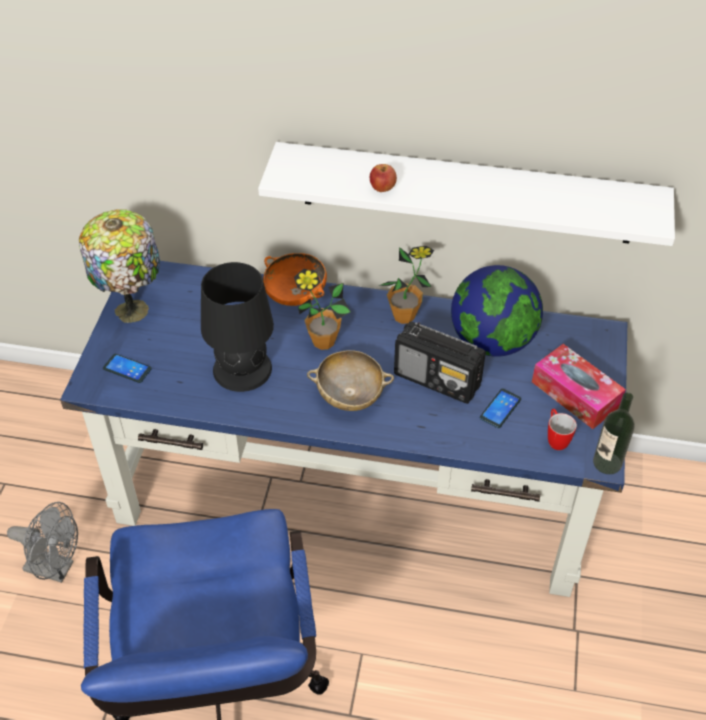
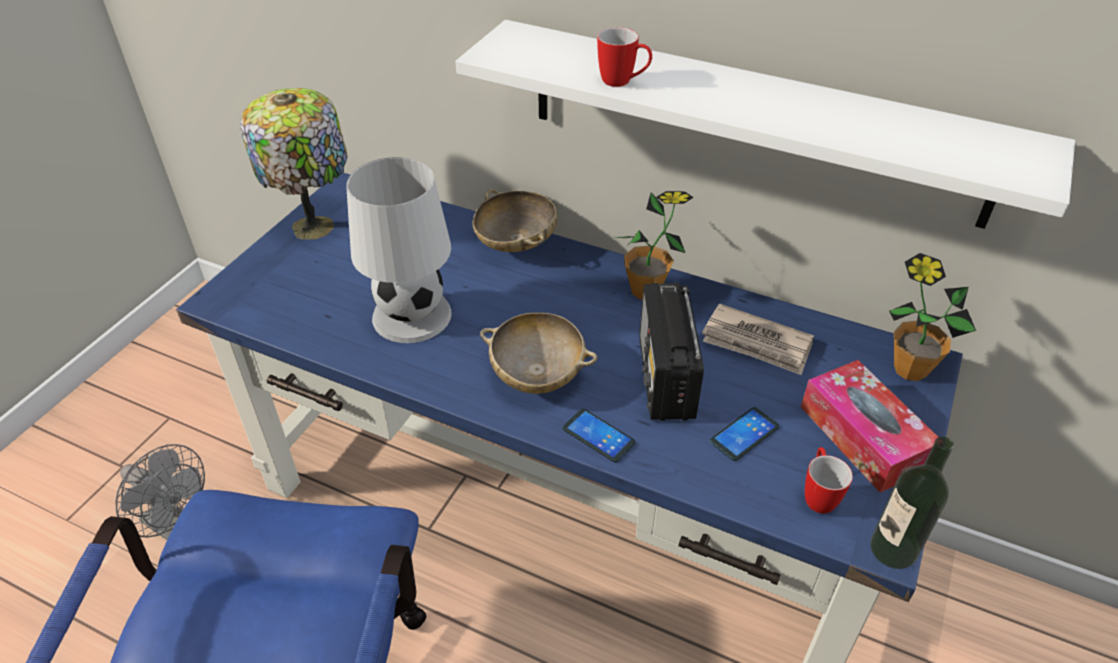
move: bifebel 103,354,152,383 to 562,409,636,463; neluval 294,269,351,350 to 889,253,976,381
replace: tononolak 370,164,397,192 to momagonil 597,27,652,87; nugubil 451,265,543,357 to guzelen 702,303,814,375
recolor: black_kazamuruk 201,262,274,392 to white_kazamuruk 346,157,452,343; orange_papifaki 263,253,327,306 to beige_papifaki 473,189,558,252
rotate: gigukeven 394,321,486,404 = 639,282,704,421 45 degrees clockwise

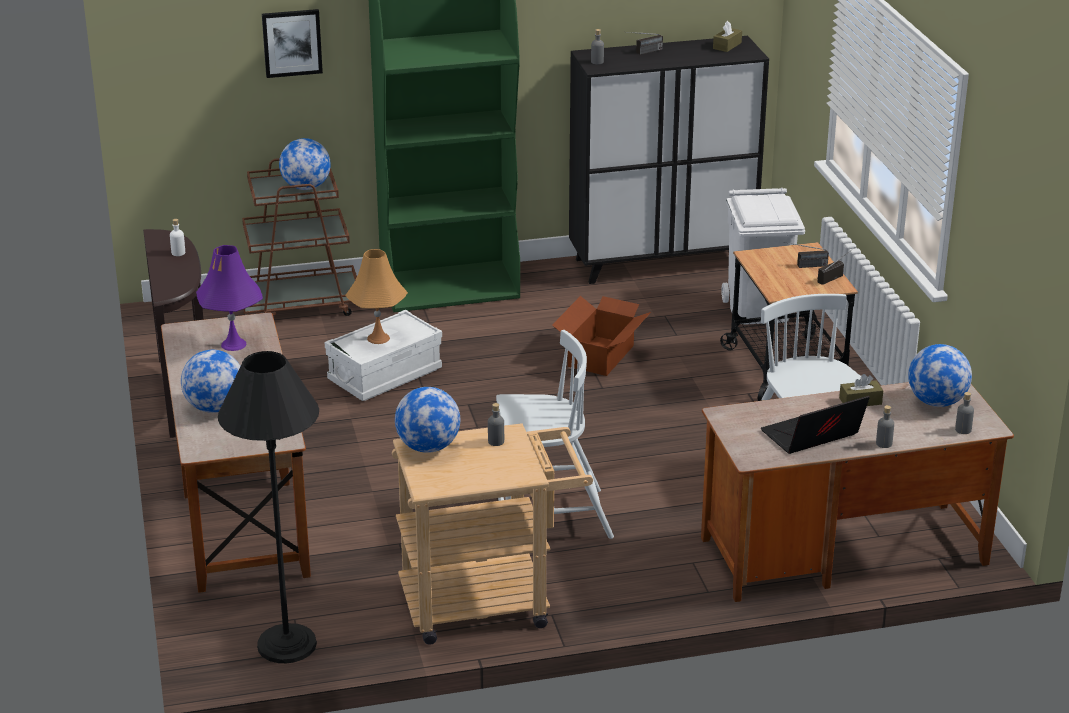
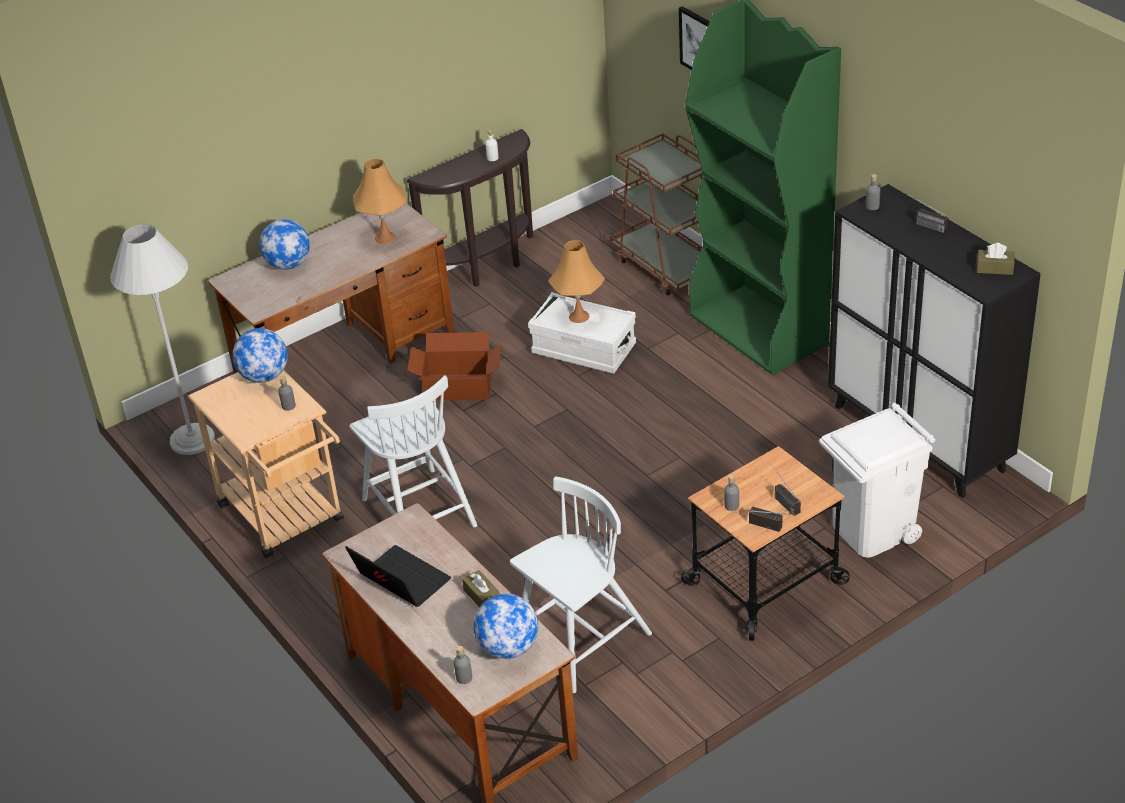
delete: nugubil 279,138,331,190
move: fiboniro 552,296,651,376 to 407,332,502,400; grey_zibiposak 876,405,894,448 to 724,475,739,511
recolor: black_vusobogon 218,351,319,663 to white_vusobogon 110,224,215,455; purple_kazamuruk 196,245,263,351 to orange_kazamuruk 353,158,406,244

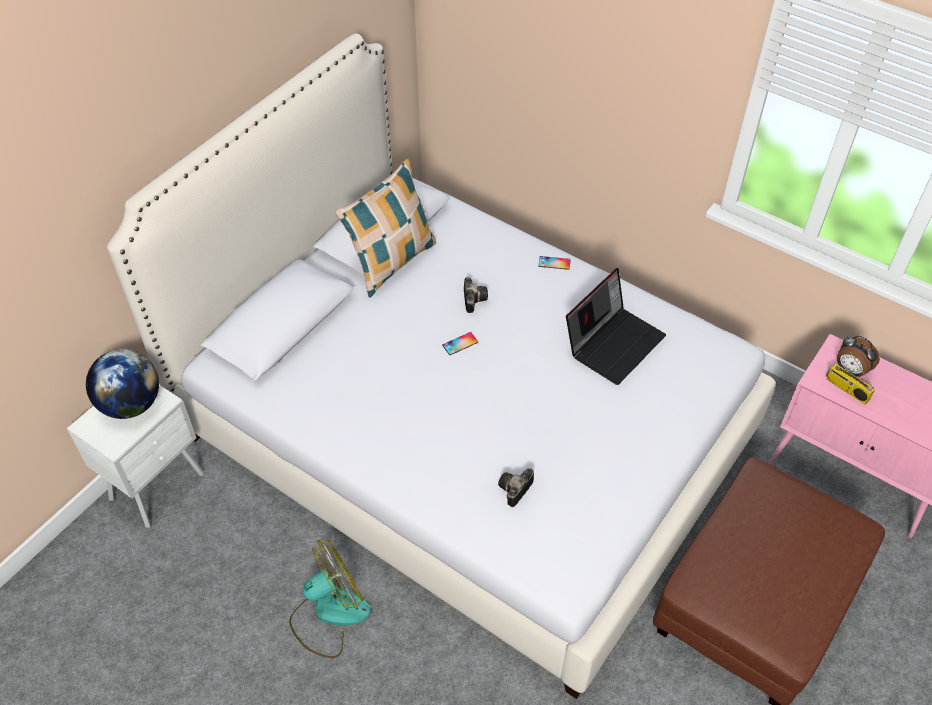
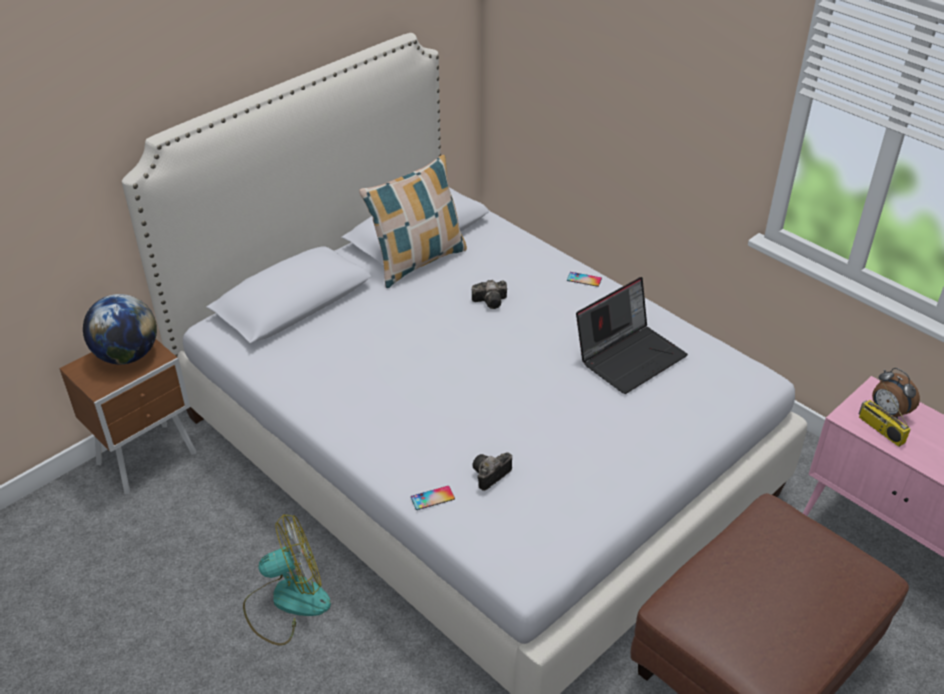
move: bifebel 443,332,478,355 to 411,486,455,510
recolor: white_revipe 67,385,204,528 to brown_revipe 59,339,196,495
rotate: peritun 464,277,488,313 = 472,280,507,309 75 degrees clockwise

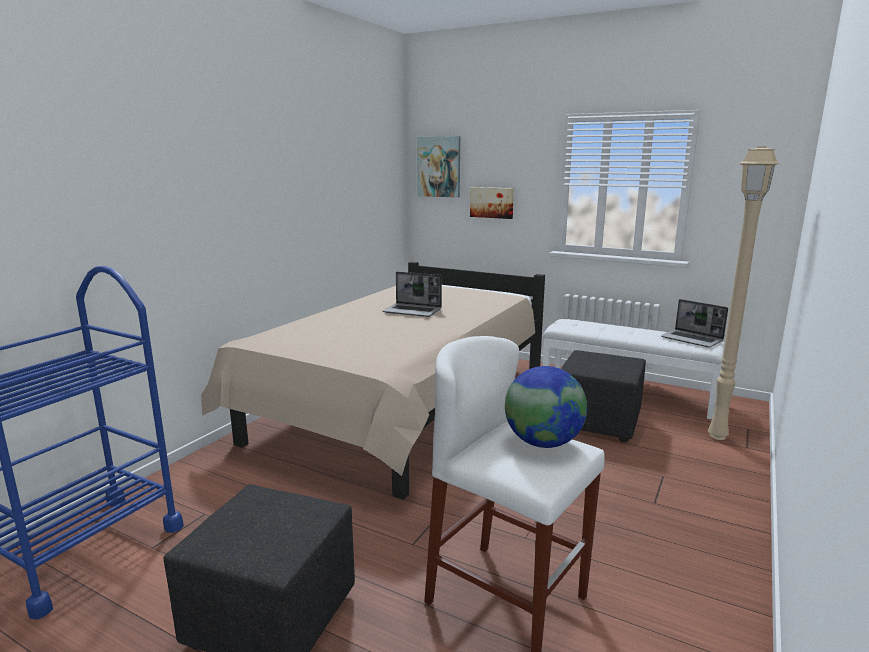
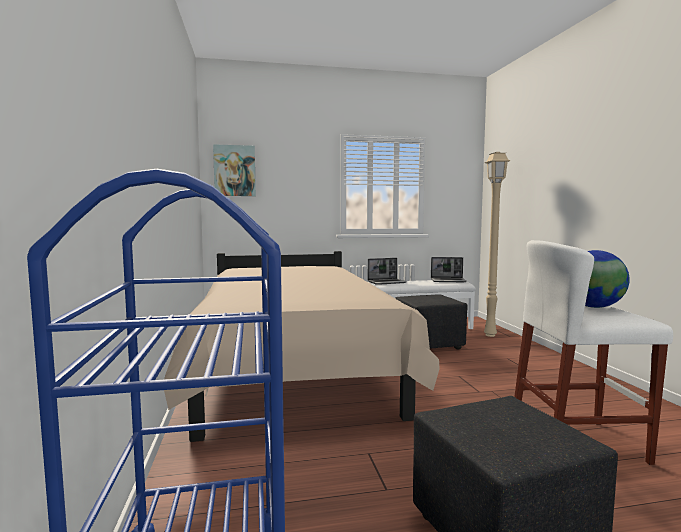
delete: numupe 470,187,514,219
move: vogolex 383,272,442,317 to 368,258,407,285

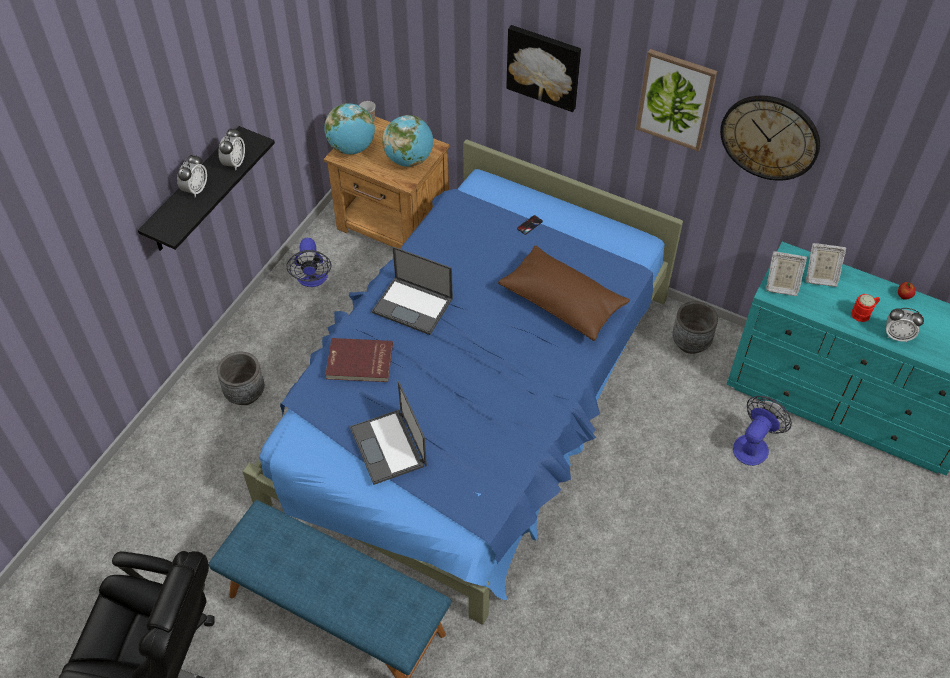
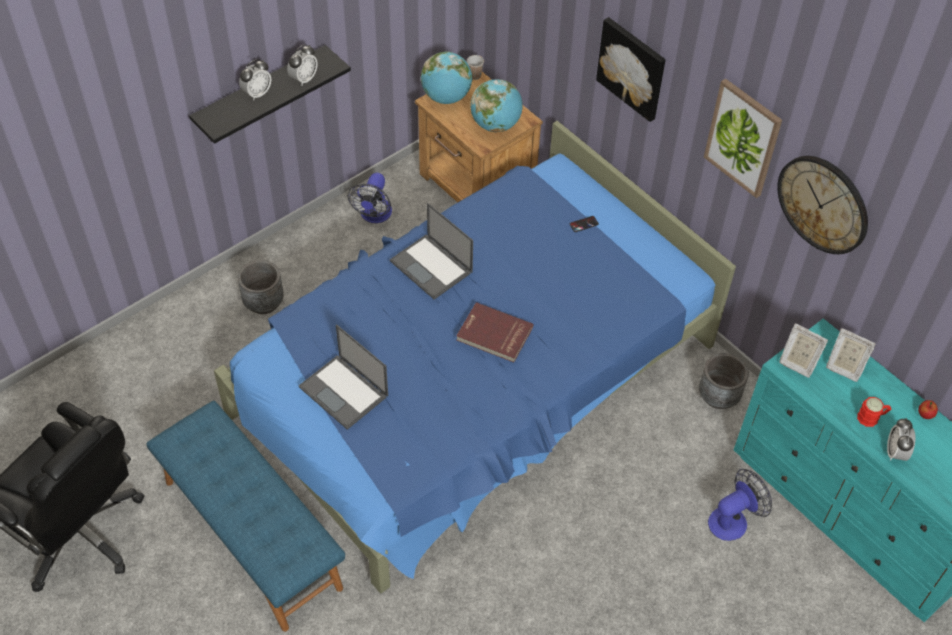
delete: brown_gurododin 498,245,630,341
move: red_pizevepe 325,338,393,382 to 456,302,533,362
rotate: vogolex 350,381,427,485 = 299,324,388,430 45 degrees counterclockwise; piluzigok 886,308,924,342 = 887,418,915,461 60 degrees clockwise

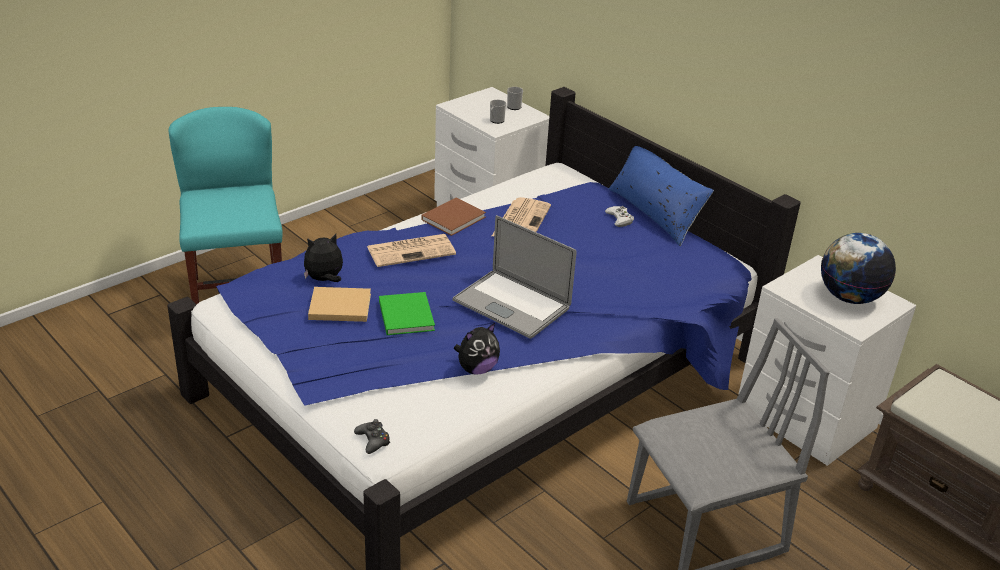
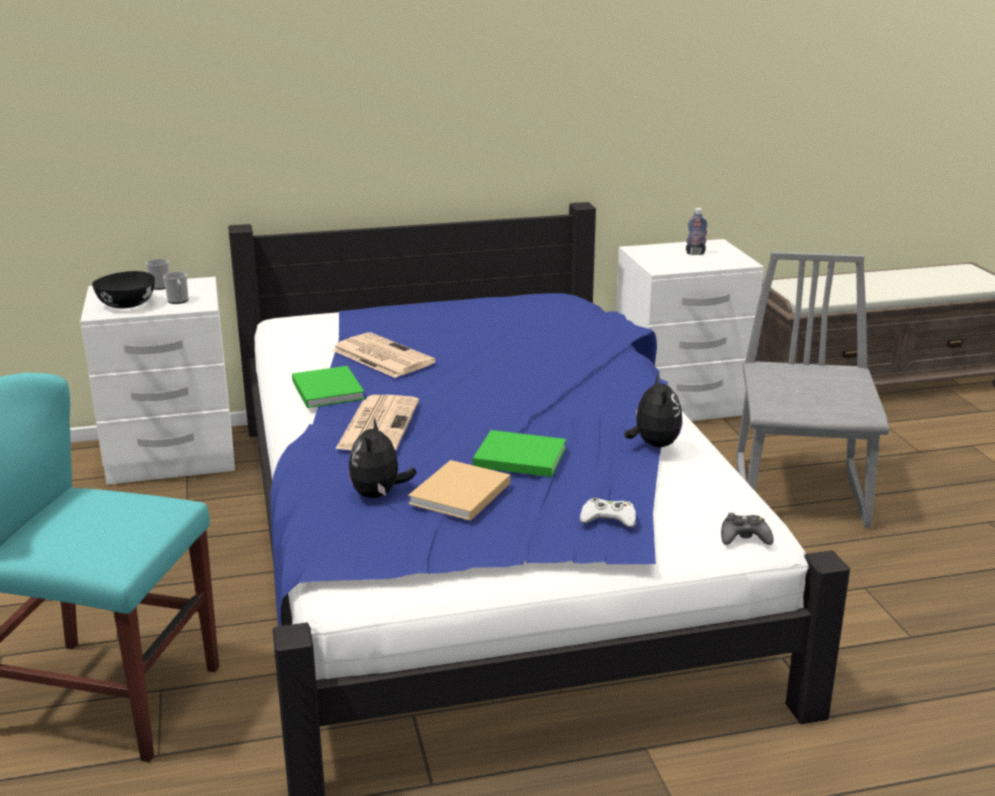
delete: vogolex 453,215,577,339; blue_gurododin 609,146,714,246
insert: black_papifaki 92,271,155,308
move: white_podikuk 605,206,634,227 to 580,497,636,527
replace: nugubil 821,233,896,304 to zibiposak 686,208,708,255
recolor: brown_pizevepe 421,198,486,236 to green_pizevepe 292,366,365,408

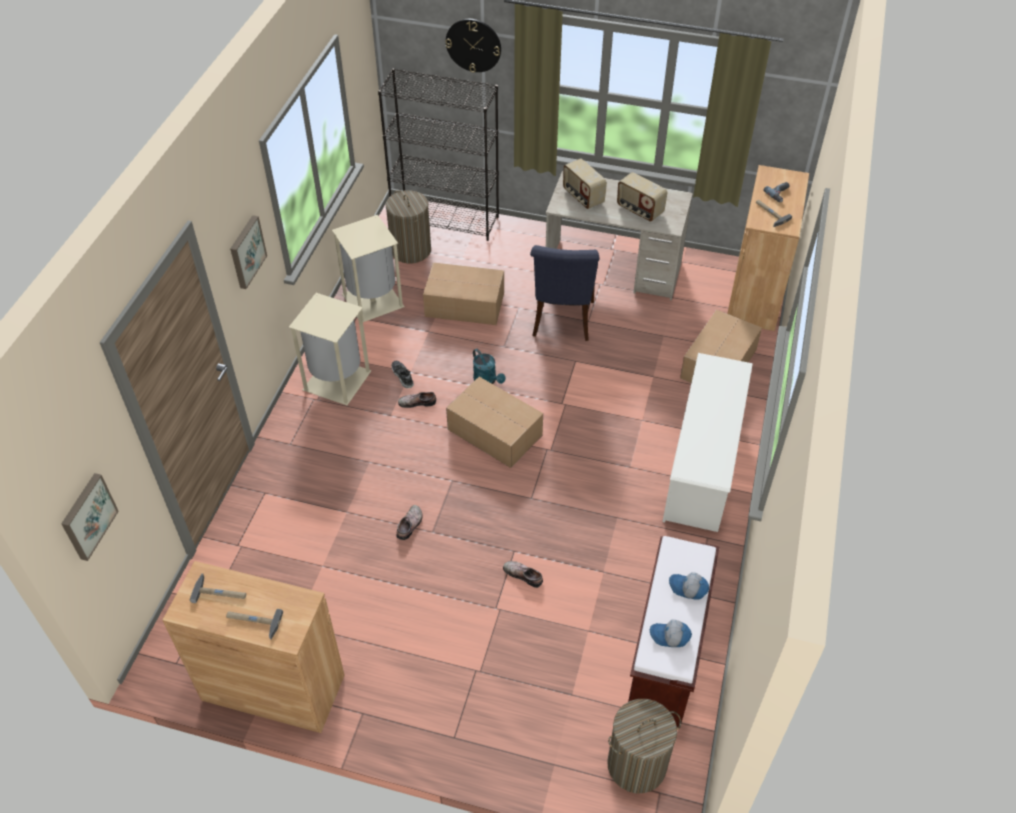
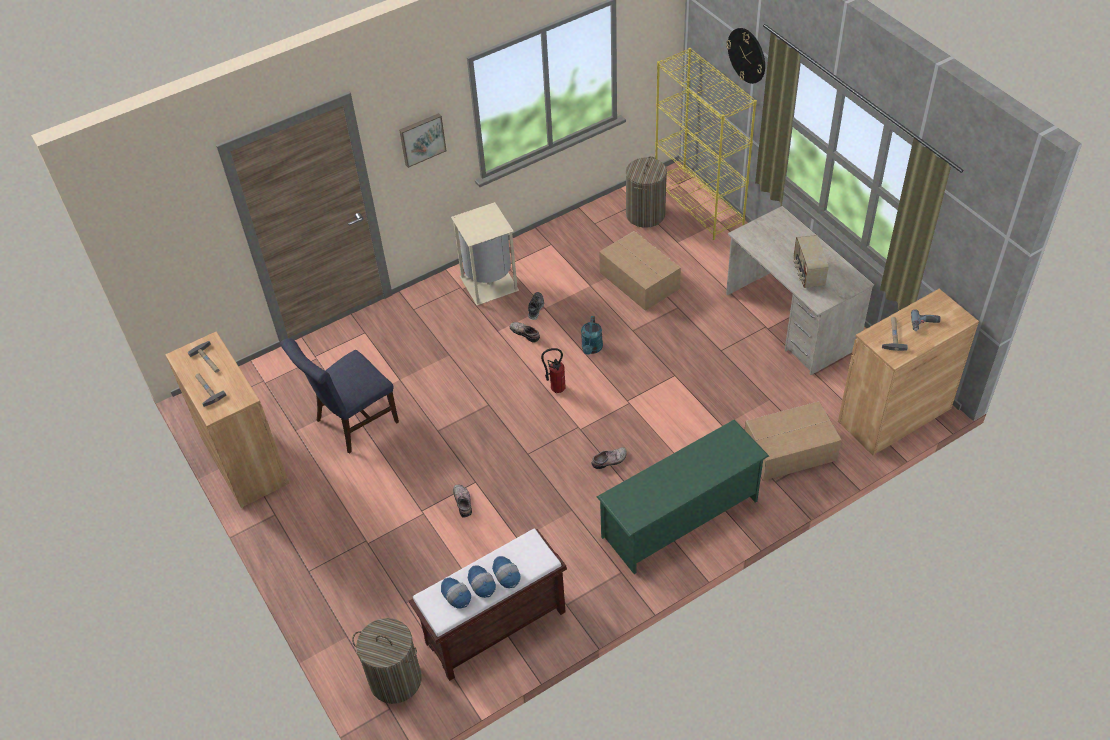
delete: numupe 61,473,119,561; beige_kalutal 332,215,405,322; gigukeven 563,158,607,209
insert: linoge 468,565,496,598
move: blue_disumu 530,245,600,341 to 280,338,399,454; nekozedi 396,505,423,540 to 591,447,627,469
replace: fiboniro 446,377,543,468 to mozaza 541,348,566,393
recolor: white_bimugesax 662,353,753,532 to green_bimugesax 597,420,769,574; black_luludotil 378,68,499,241 to yellow_luludotil 655,48,757,240

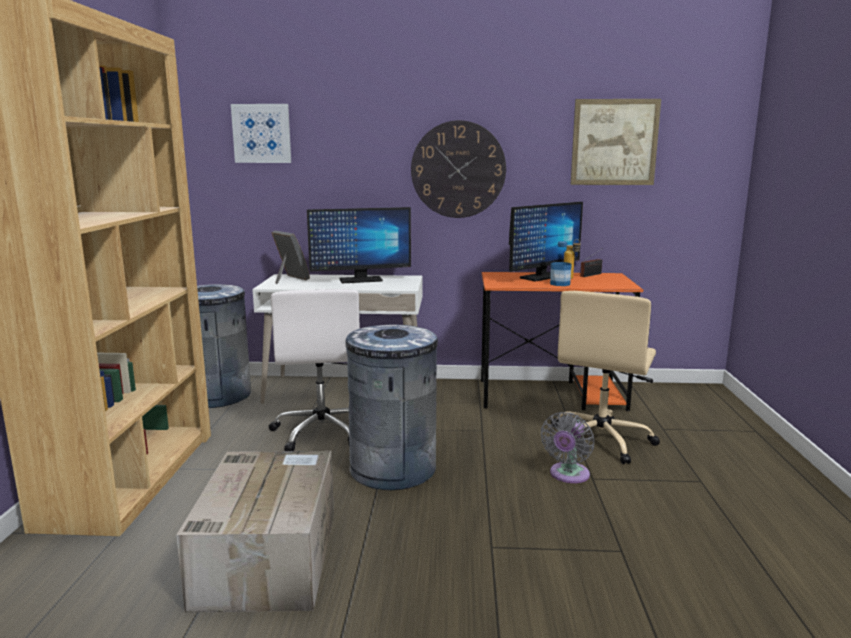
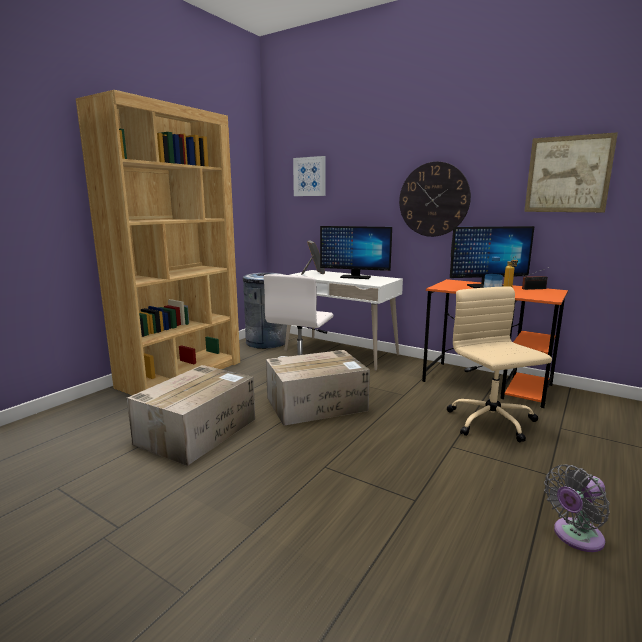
move: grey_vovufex 541,412,594,483 to 544,465,610,552
replace: grey_kalutal 345,324,438,490 to fiboniro 266,350,370,426
rotate: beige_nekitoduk 551,291,660,464 = 447,286,552,442 105 degrees clockwise

